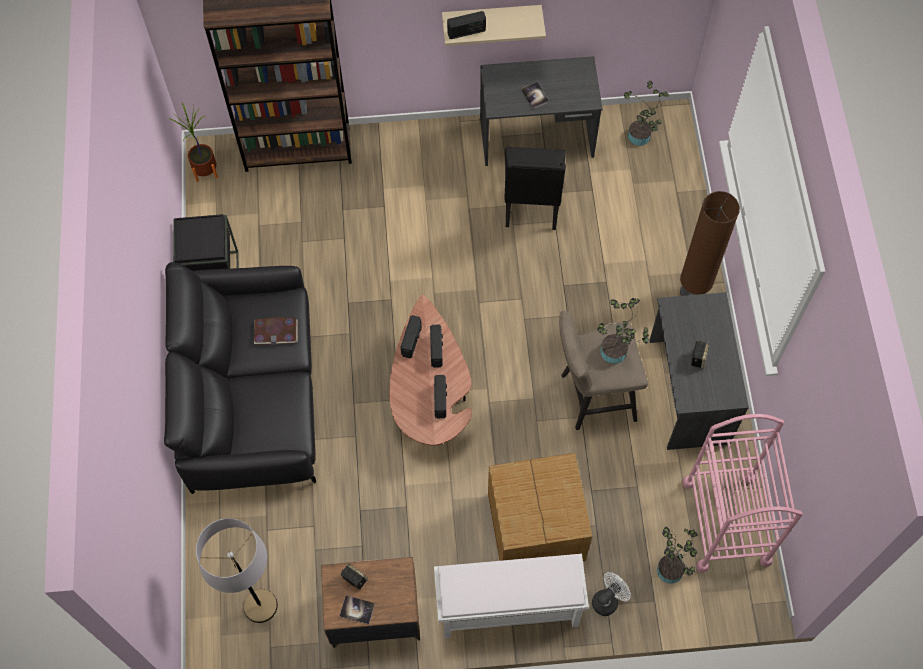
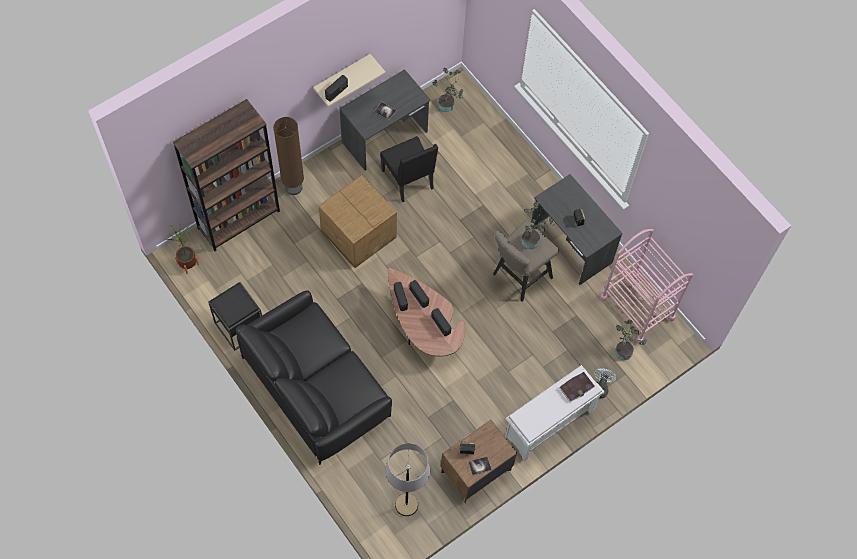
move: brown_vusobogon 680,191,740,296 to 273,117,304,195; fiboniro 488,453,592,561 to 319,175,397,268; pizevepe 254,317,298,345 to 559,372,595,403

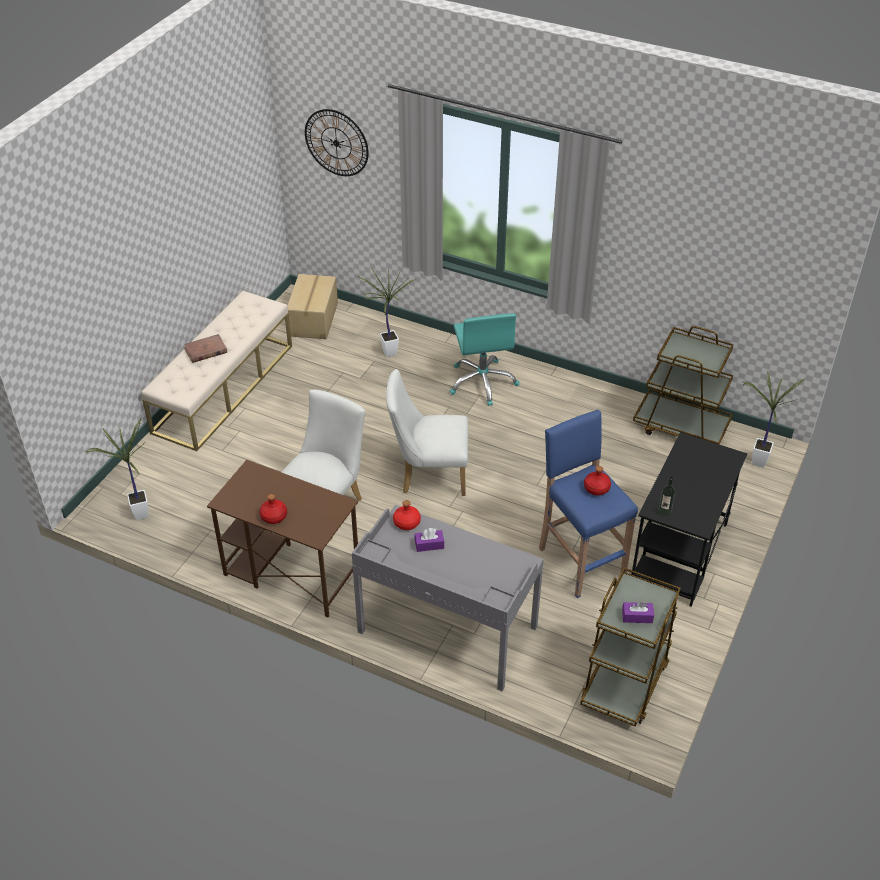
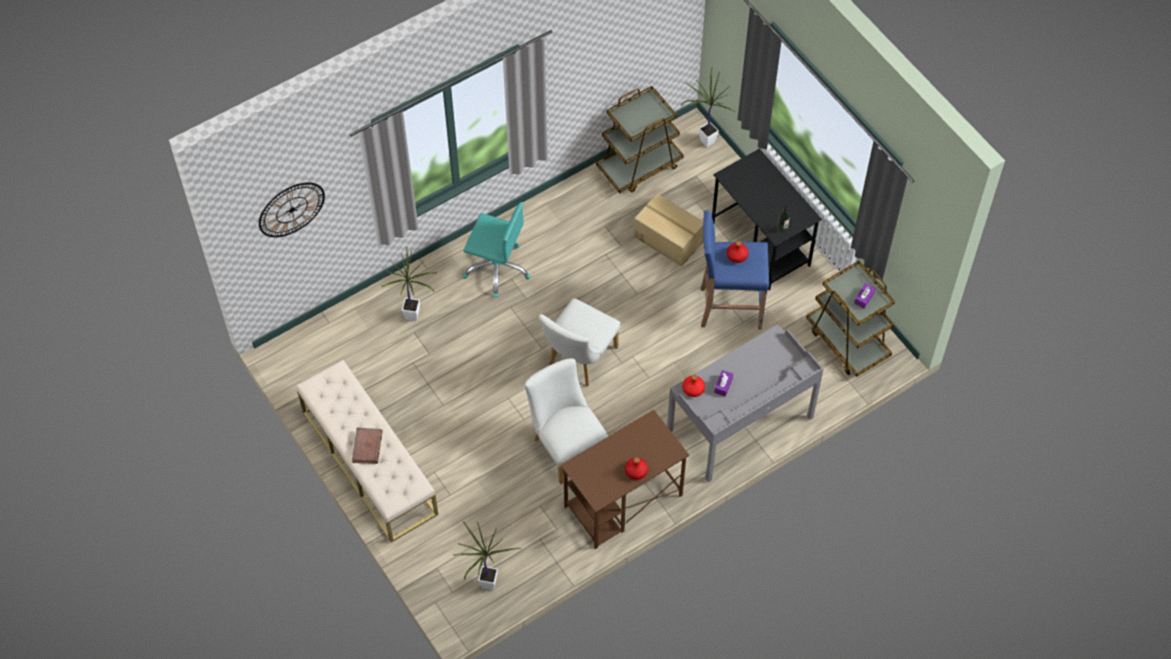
move: fiboniro 287,274,338,339 to 634,193,704,267

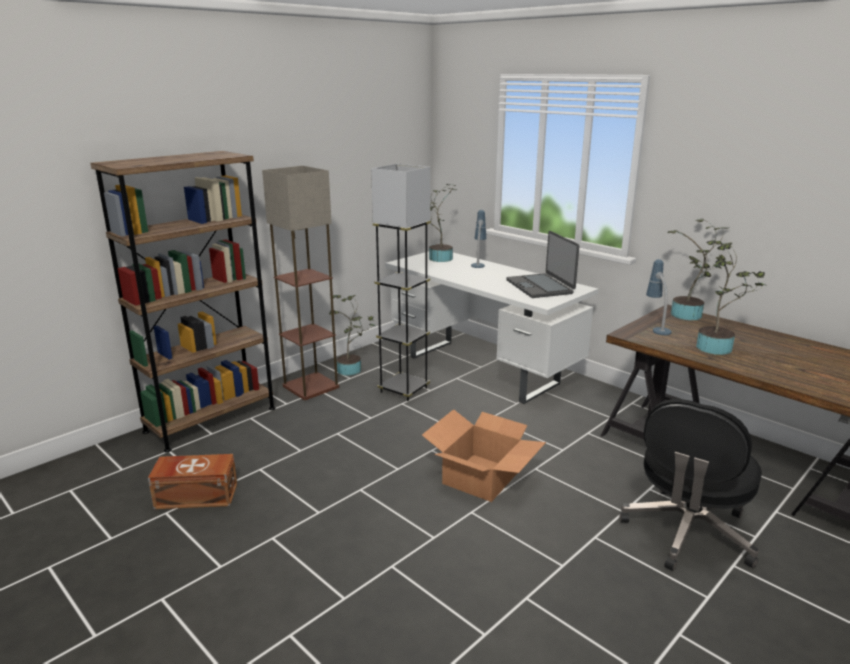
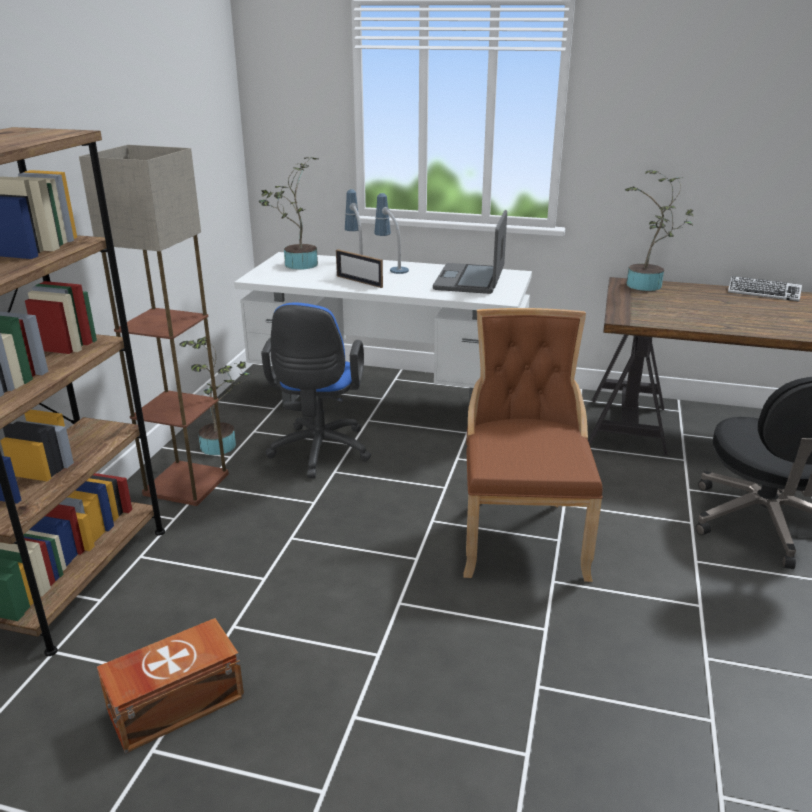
delete: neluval 696,241,765,355
insert: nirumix 336,249,383,288; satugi 728,276,802,301
move: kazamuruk 646,259,672,335 to 374,193,409,274
replace: grey_vusobogon 371,164,430,401 to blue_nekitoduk 261,302,371,478; fiboniro 422,409,546,502 to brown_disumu 463,308,603,582
rotate: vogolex 506,231,579,298 = 433,210,507,294 60 degrees clockwise

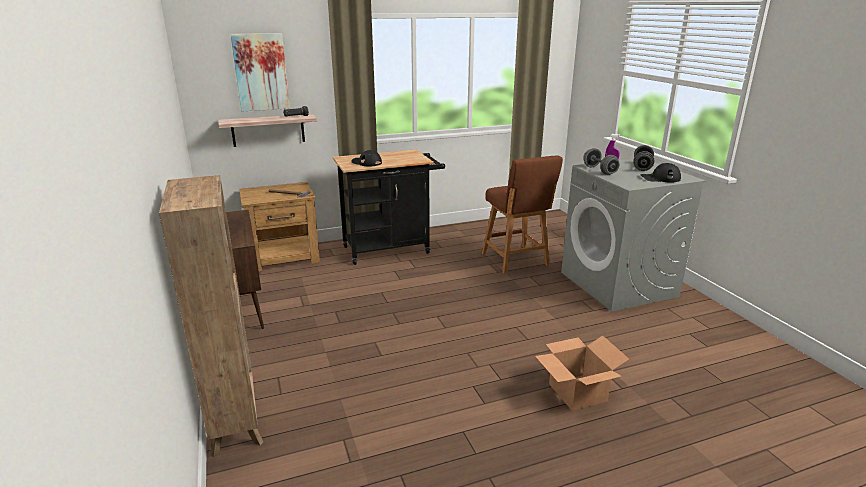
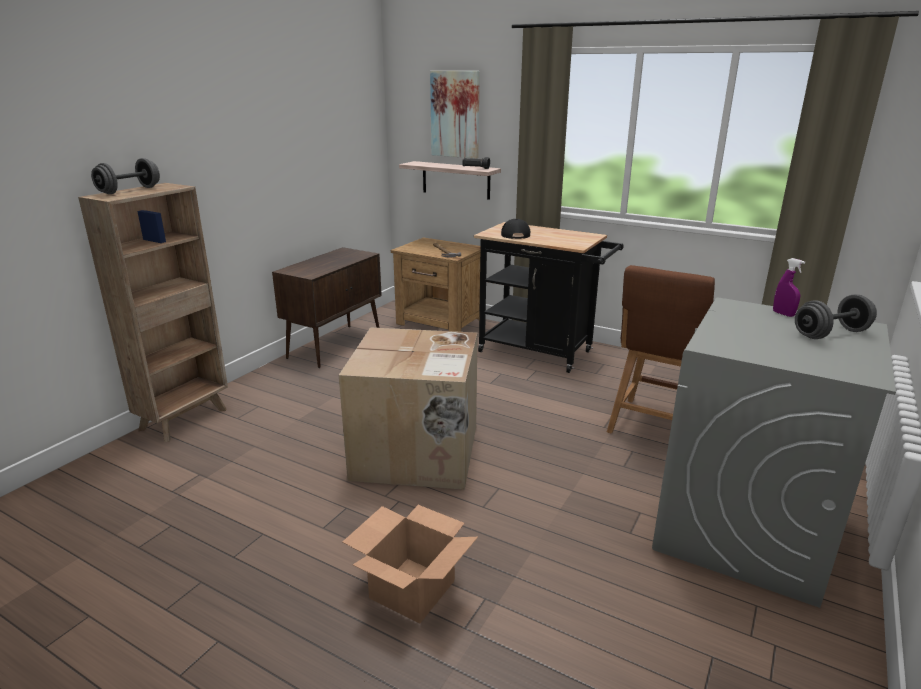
delete: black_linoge 640,163,681,183
insert: fiboniro 339,327,478,490
move: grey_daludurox 583,148,620,175 to 91,158,160,194

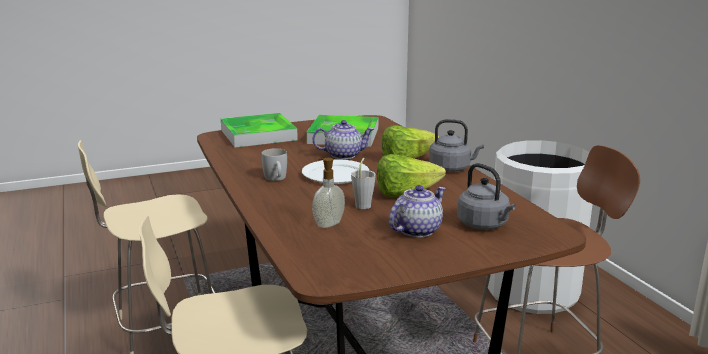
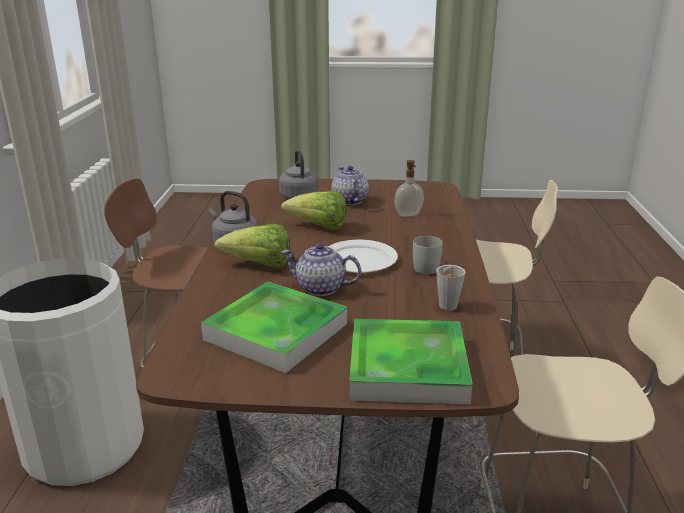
move: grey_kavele 351,158,376,209 to 436,265,465,311
rotate: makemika 389,185,446,237 = 331,166,369,205 90 degrees clockwise

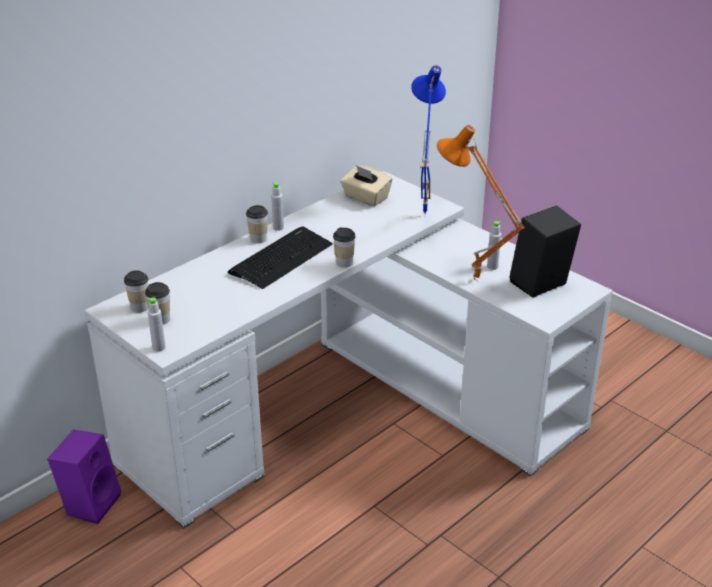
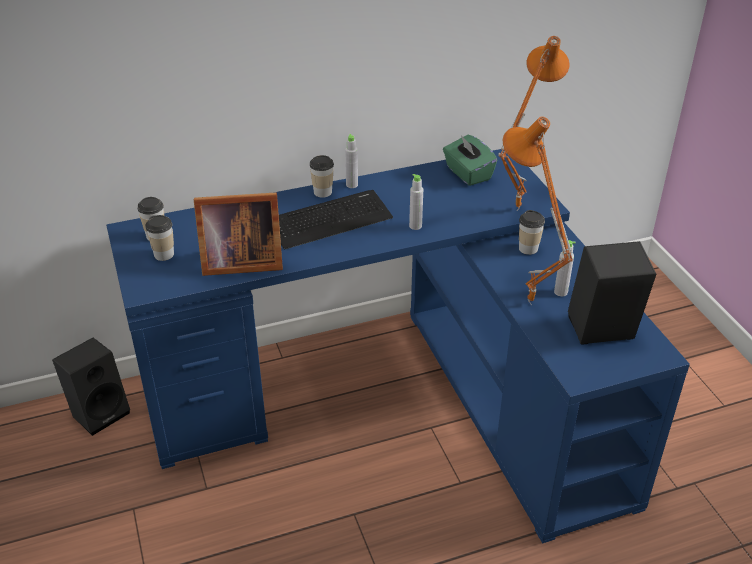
insert: nirumix 194,192,283,276
move: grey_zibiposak 147,297,166,352 to 409,174,423,230; kavele 333,227,356,267 to 519,210,545,255
recolor: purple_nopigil 47,429,121,524 to black_nopigil 52,338,130,436; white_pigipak 85,171,613,529 to blue_pigipak 106,149,690,543; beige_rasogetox 341,165,393,206 to green_rasogetox 443,135,497,186; blue_kazamuruk 411,65,446,214 to orange_kazamuruk 498,36,570,211

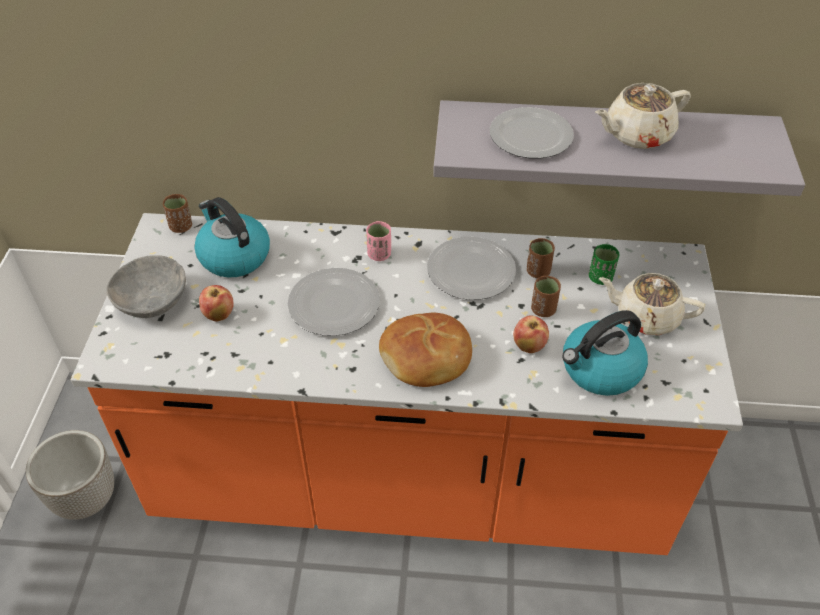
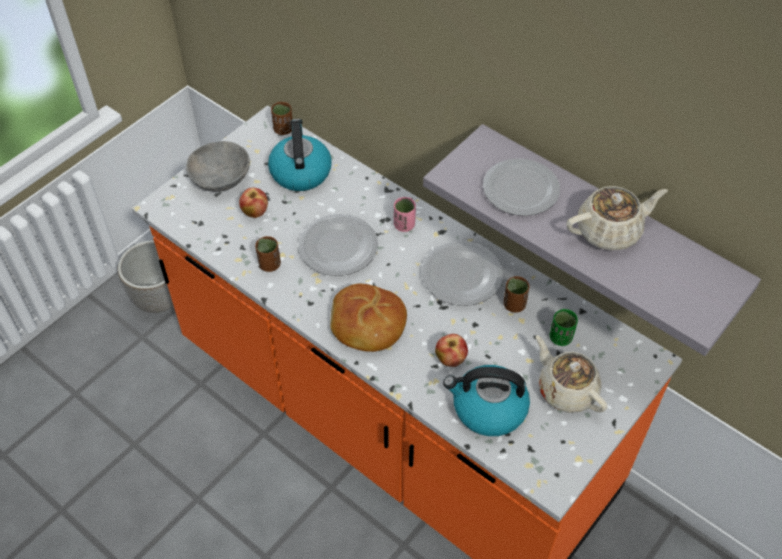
move: brown_kavele 531,276,561,317 to 255,236,281,272
rotate: beige_makemika 595,83,691,149 = 566,186,668,250 150 degrees clockwise

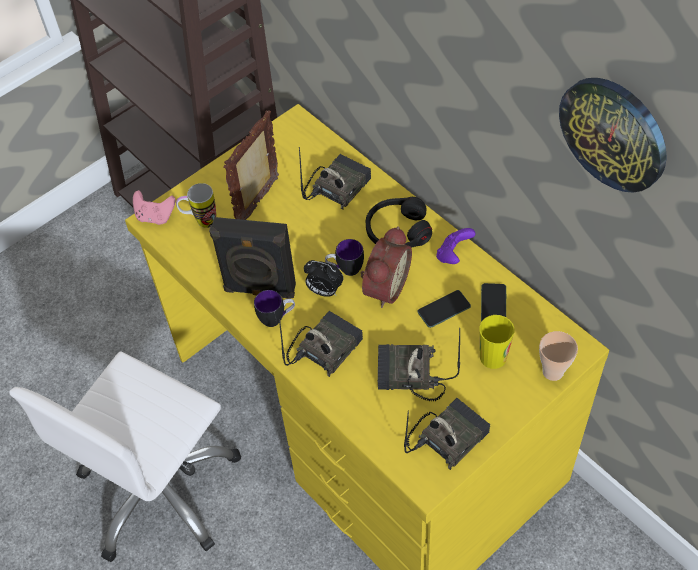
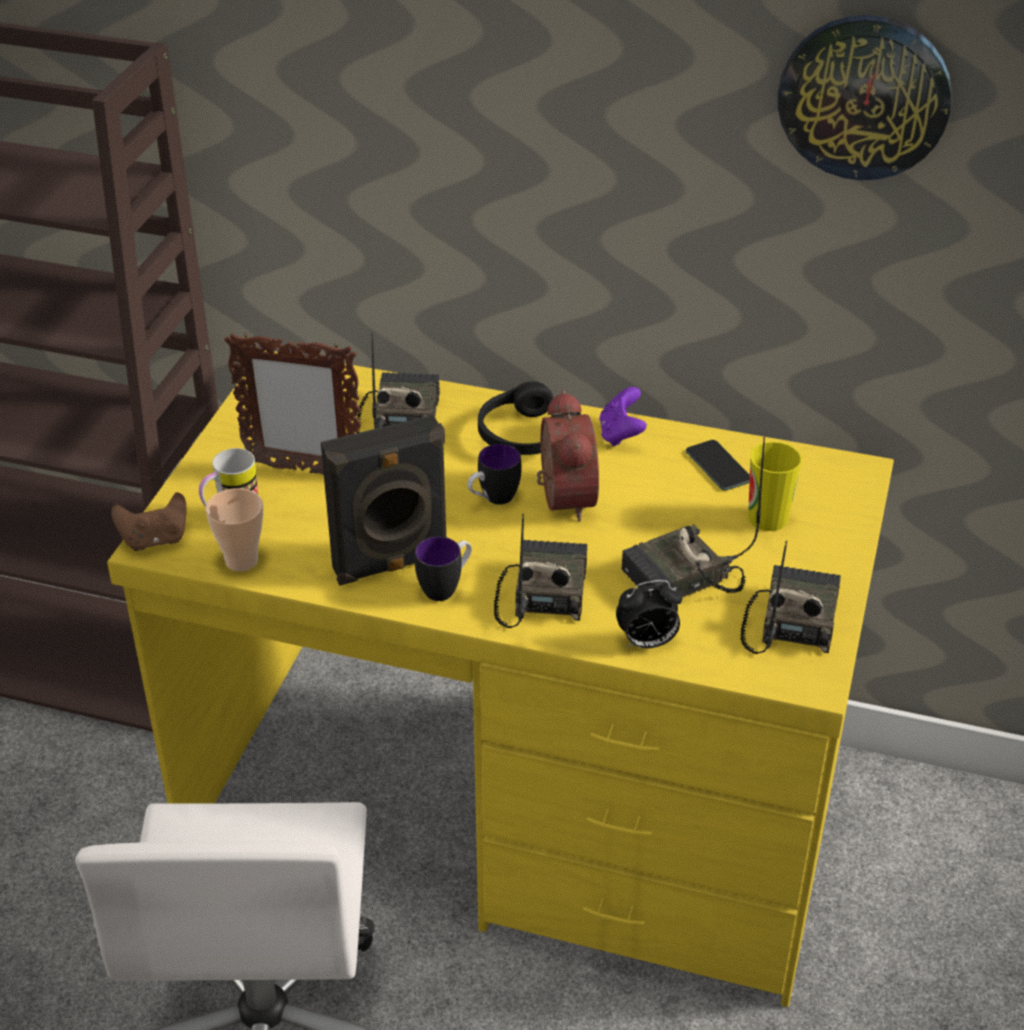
delete: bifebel 417,290,471,328
move: kavele 539,331,578,381 to 205,488,263,571; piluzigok 304,260,343,297 to 616,580,683,648
recolor: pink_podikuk 133,190,176,225 to brown_podikuk 111,492,186,551
rotate: nirumix 223,110,279,220 = 225,332,361,475 75 degrees counterclockwise

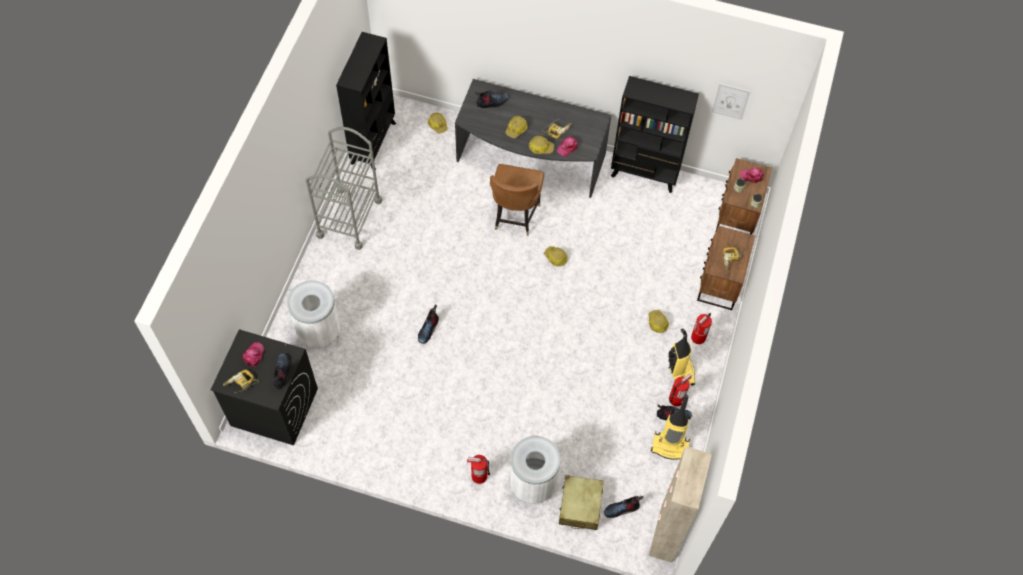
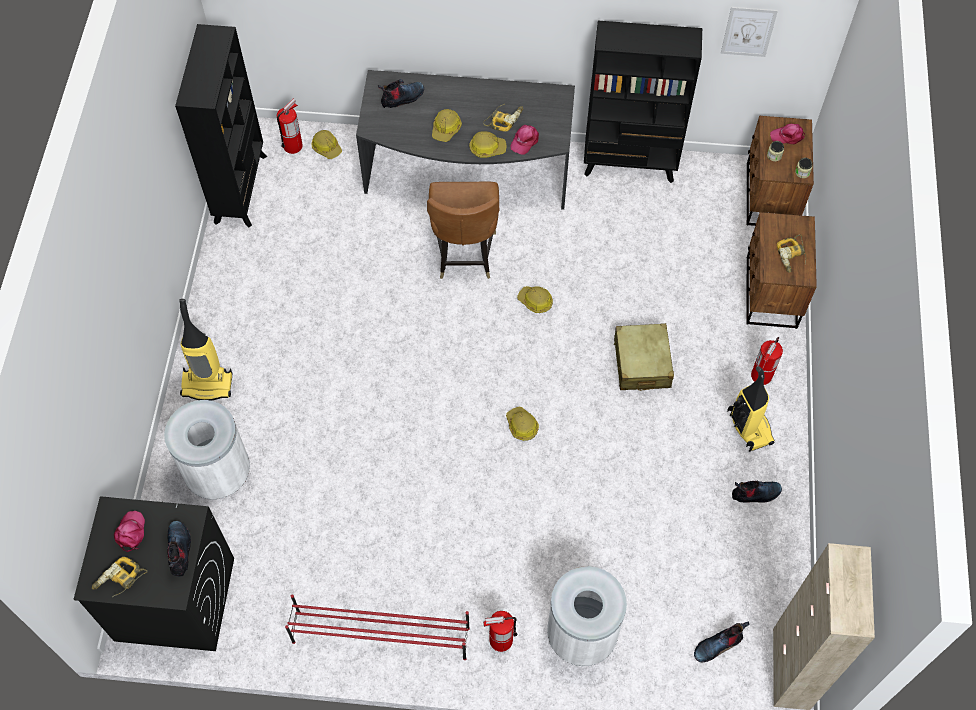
delete: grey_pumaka 306,127,382,250; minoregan 418,304,439,344
insert: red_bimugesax 285,595,470,660
move: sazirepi 651,395,690,460 to 179,299,232,401; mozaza 669,373,692,406 to 277,99,303,154; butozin 648,310,669,333 to 506,406,539,441; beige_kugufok 559,475,603,530 to 614,323,674,391

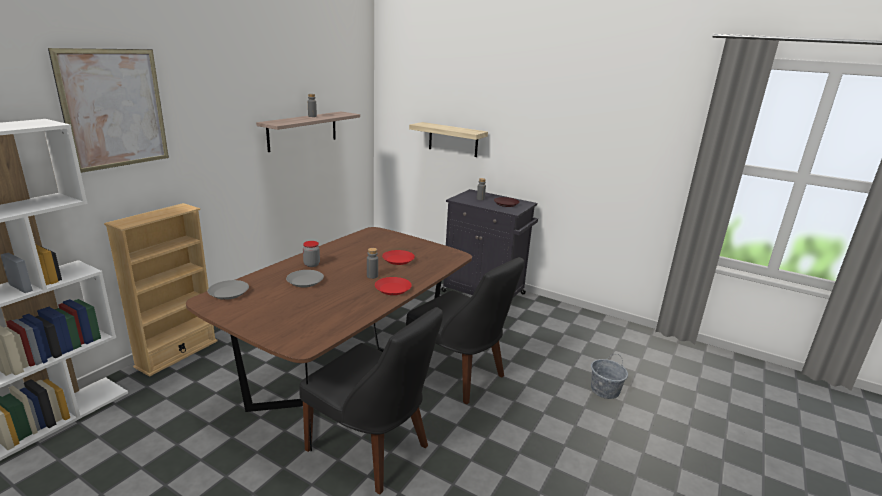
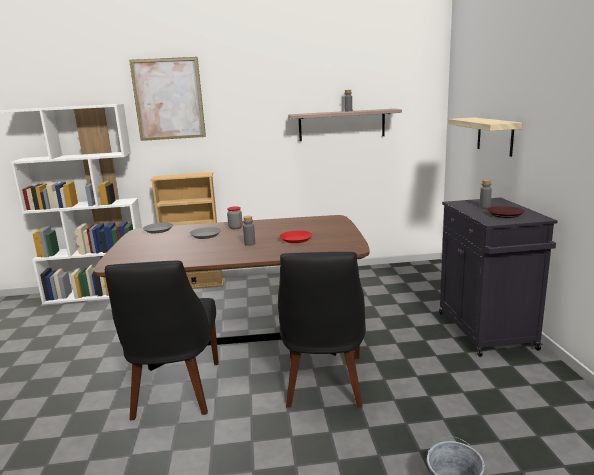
delete: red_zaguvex 375,277,412,295

